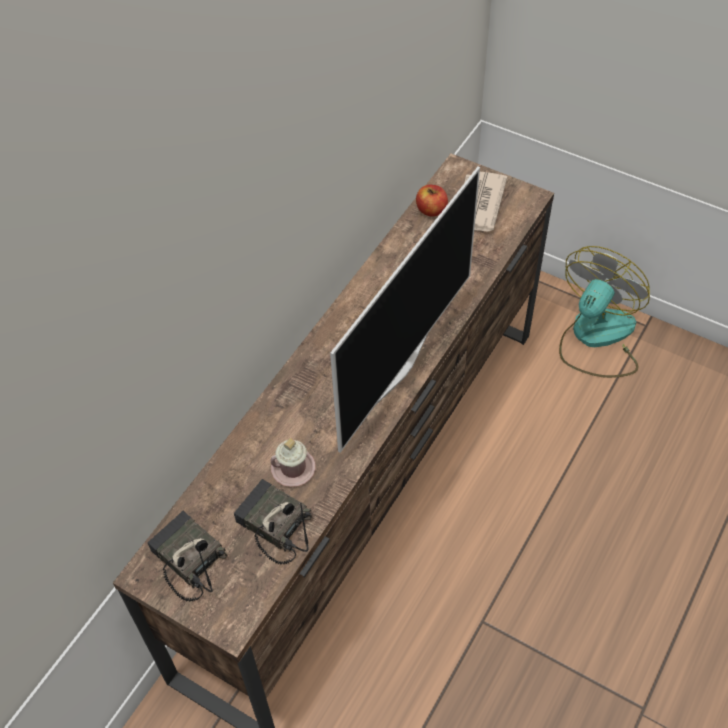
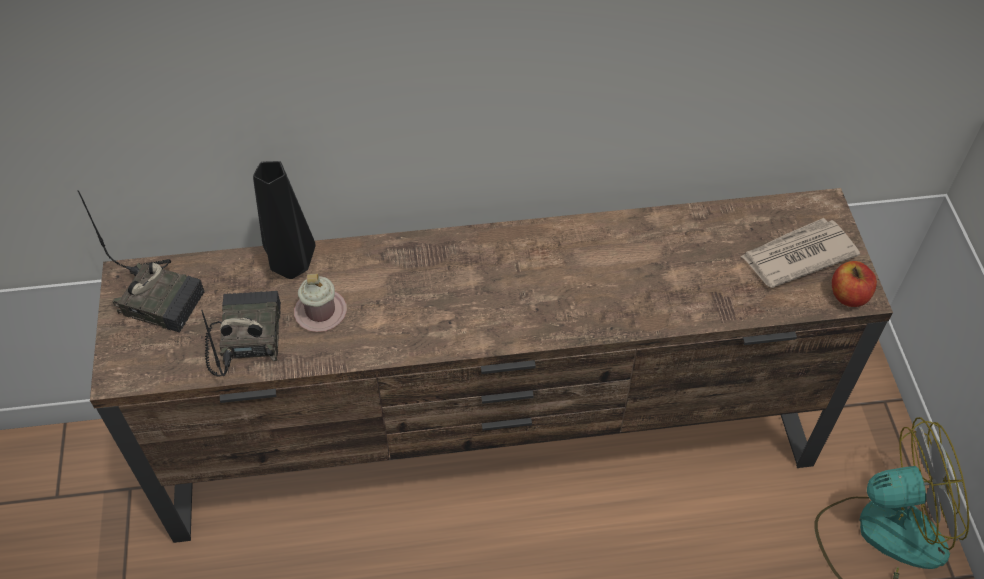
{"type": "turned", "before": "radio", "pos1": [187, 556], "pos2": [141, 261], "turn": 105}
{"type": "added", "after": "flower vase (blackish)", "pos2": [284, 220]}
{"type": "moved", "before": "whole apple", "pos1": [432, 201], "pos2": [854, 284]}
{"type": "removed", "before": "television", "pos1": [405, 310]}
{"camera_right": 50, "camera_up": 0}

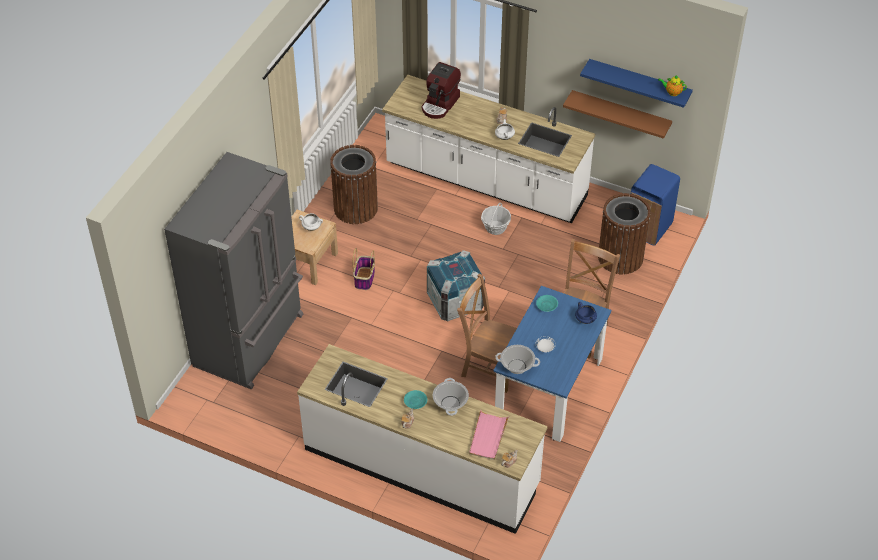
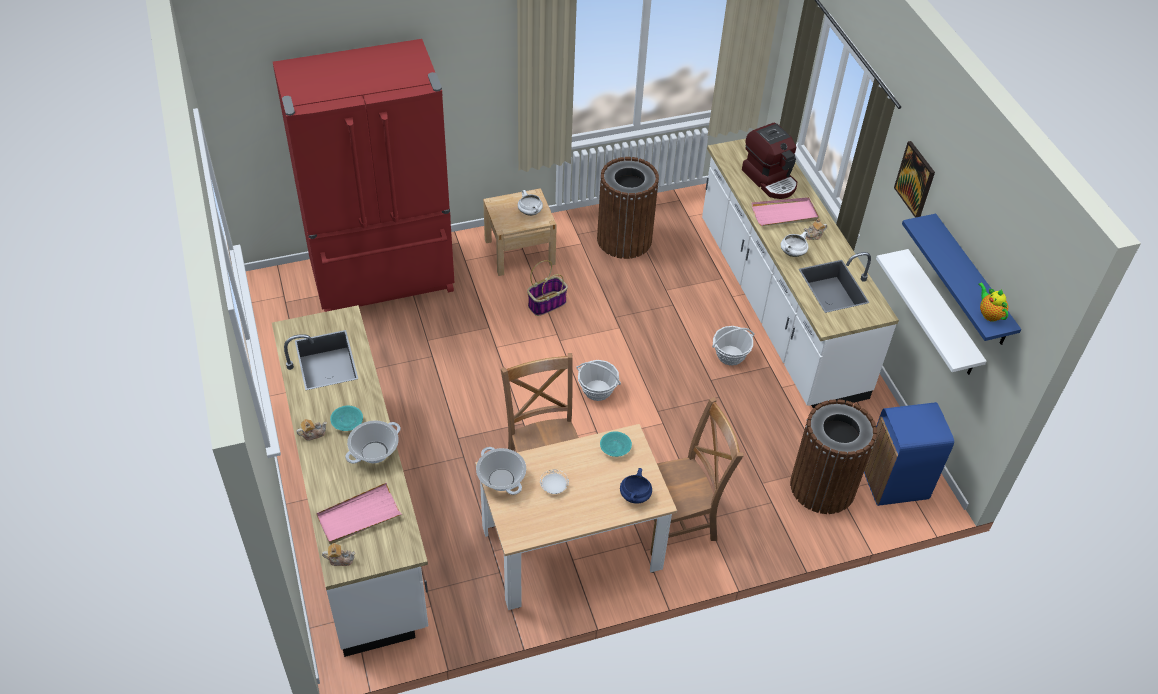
{"type": "recoloured", "before": "fridge (greyish)", "after": "fridge (reddish)", "pos1": [233, 271], "pos2": [364, 175]}
{"type": "recoloured", "before": "dinner table (bluish)", "after": "dinner table (sand-coloured)", "pos1": [552, 364], "pos2": [576, 517]}
{"type": "replaced", "before": "crate", "after": "storage basket", "pos1": [456, 285], "pos2": [599, 380]}
{"type": "turned", "before": "coffee brewer", "pos1": [441, 90], "pos2": [769, 161], "turn": -105}
{"type": "added", "after": "tray (pink-coloured)", "pos2": [785, 211]}
{"type": "recoloured", "before": "bracket shelf (brown-coloured)", "after": "bracket shelf (whitish)", "pos1": [617, 114], "pos2": [931, 312]}
{"type": "added", "after": "wall picture", "pos2": [914, 179]}
{"camera_right": 45, "camera_up": 0}

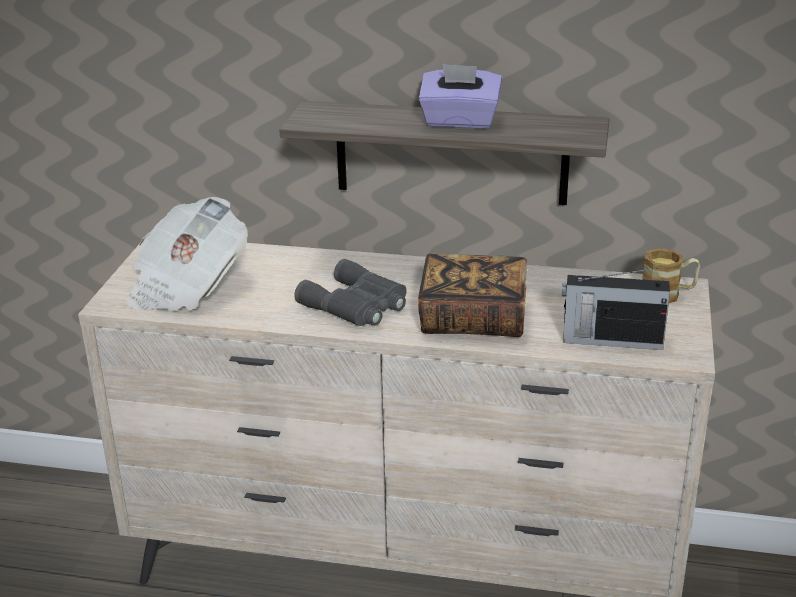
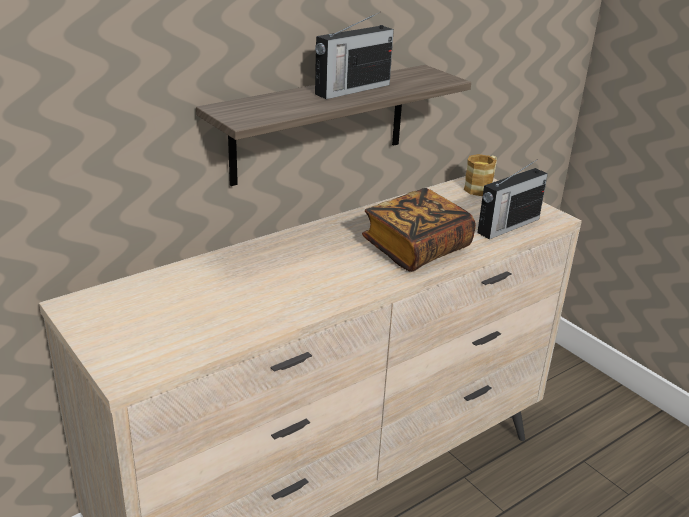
{"type": "replaced", "before": "tissue holder (purple-coloured)", "after": "radio", "pos1": [460, 96], "pos2": [354, 55]}
{"type": "removed", "before": "daily paper", "pos1": [187, 254]}
{"type": "removed", "before": "pair of binoculars (greyish)", "pos1": [350, 292]}
{"camera_right": -50, "camera_up": 0}

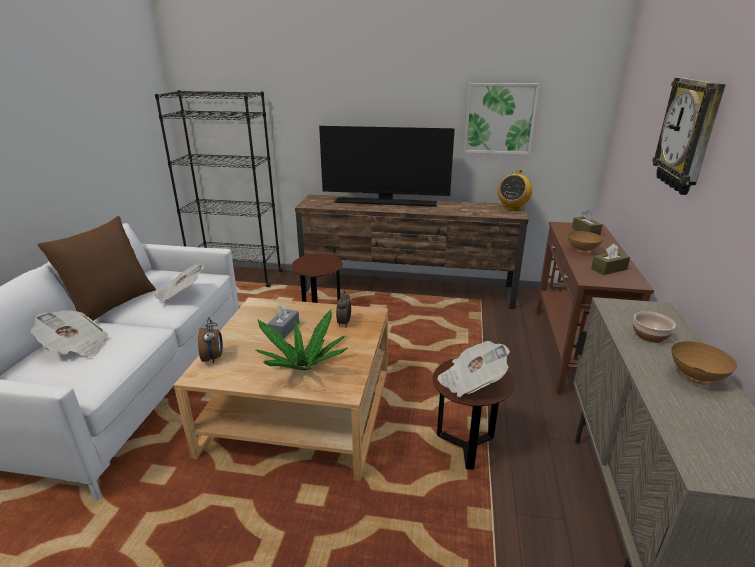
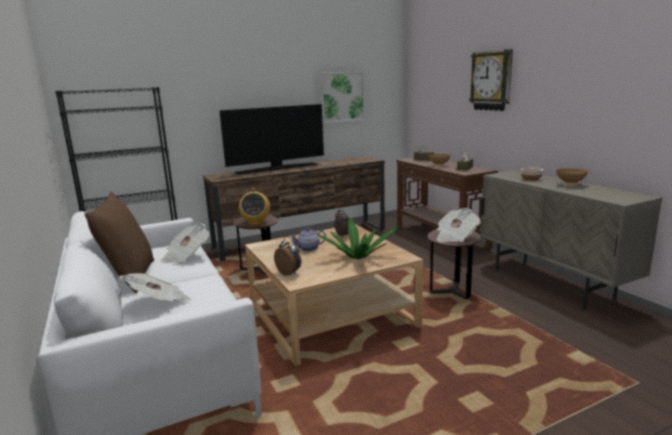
{"type": "moved", "before": "radio", "pos1": [515, 190], "pos2": [254, 206]}
{"type": "replaced", "before": "tissue holder (greyish)", "after": "pot for tea", "pos1": [283, 322], "pos2": [308, 239]}
{"camera_right": -35, "camera_up": -10}

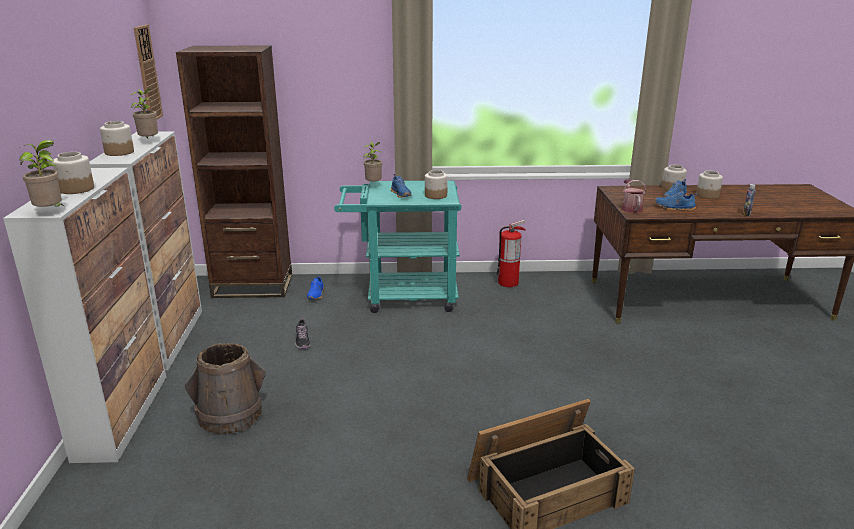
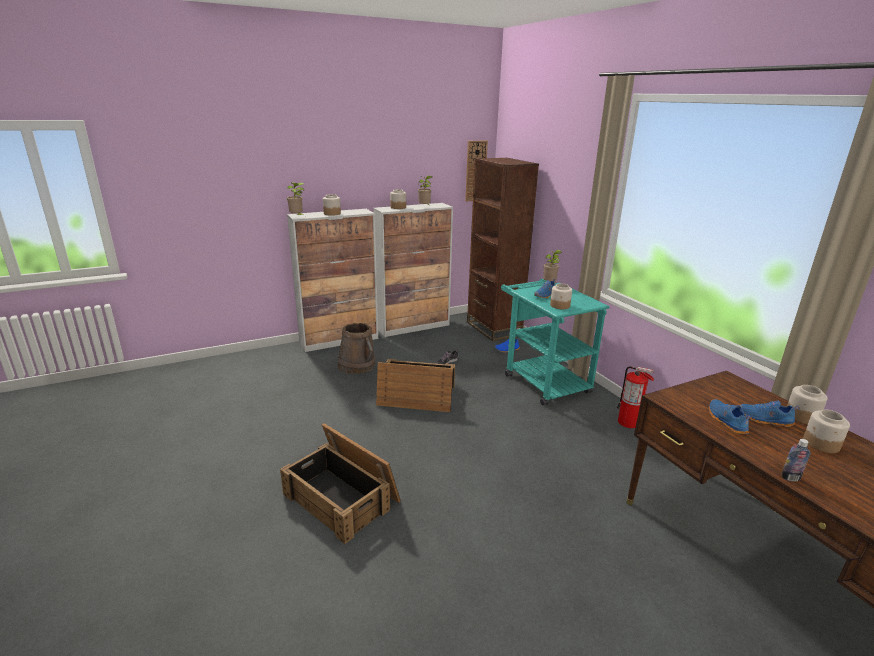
{"type": "added", "after": "crate", "pos2": [415, 385]}
{"type": "removed", "before": "sprinkling can", "pos1": [634, 196]}
{"camera_right": 65, "camera_up": 0}

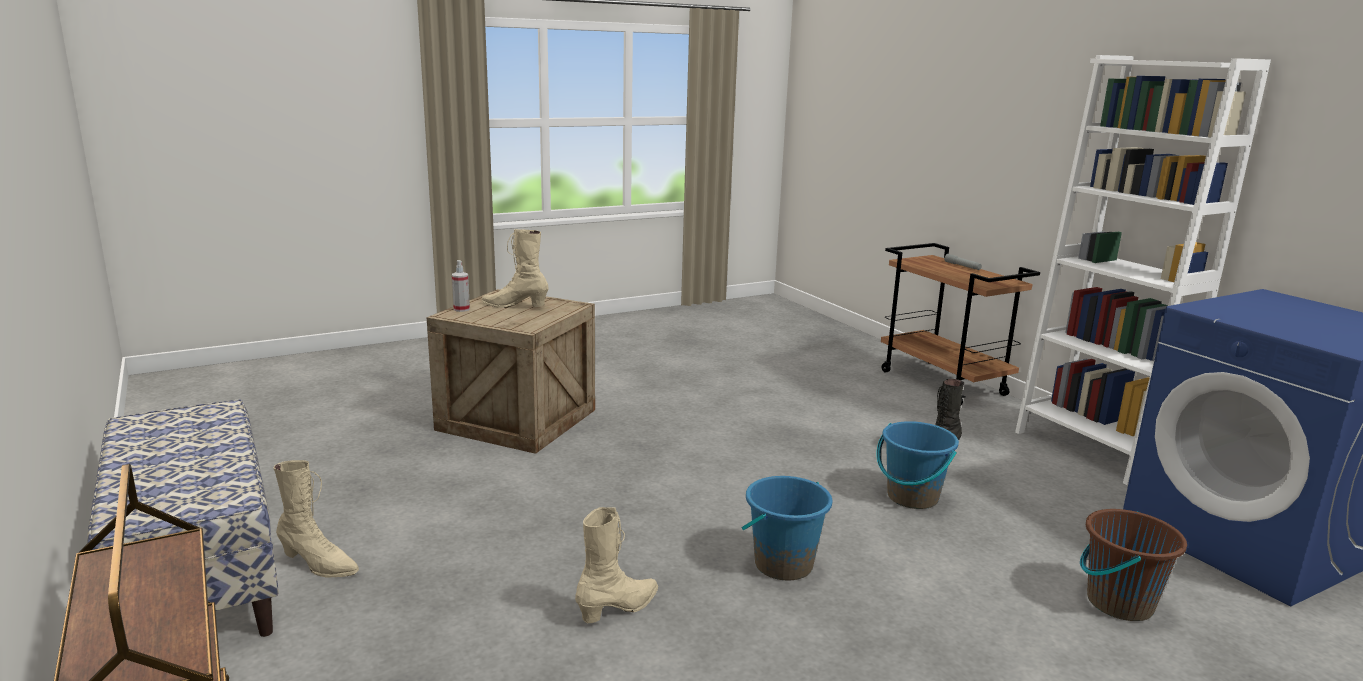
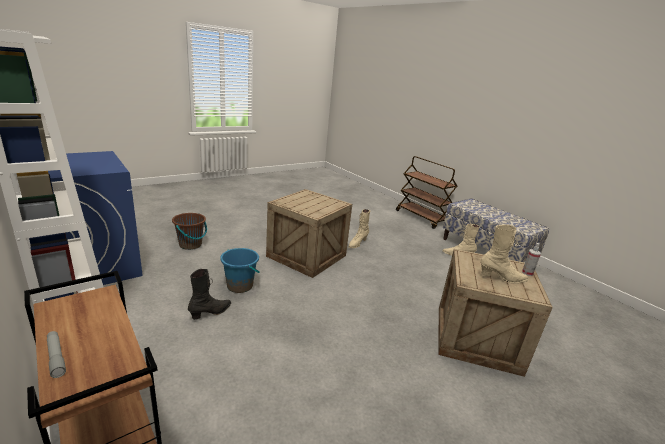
{"type": "replaced", "before": "water bucket (bluish)", "after": "crate", "pos1": [786, 528], "pos2": [309, 233]}
{"camera_right": 170, "camera_up": 5}

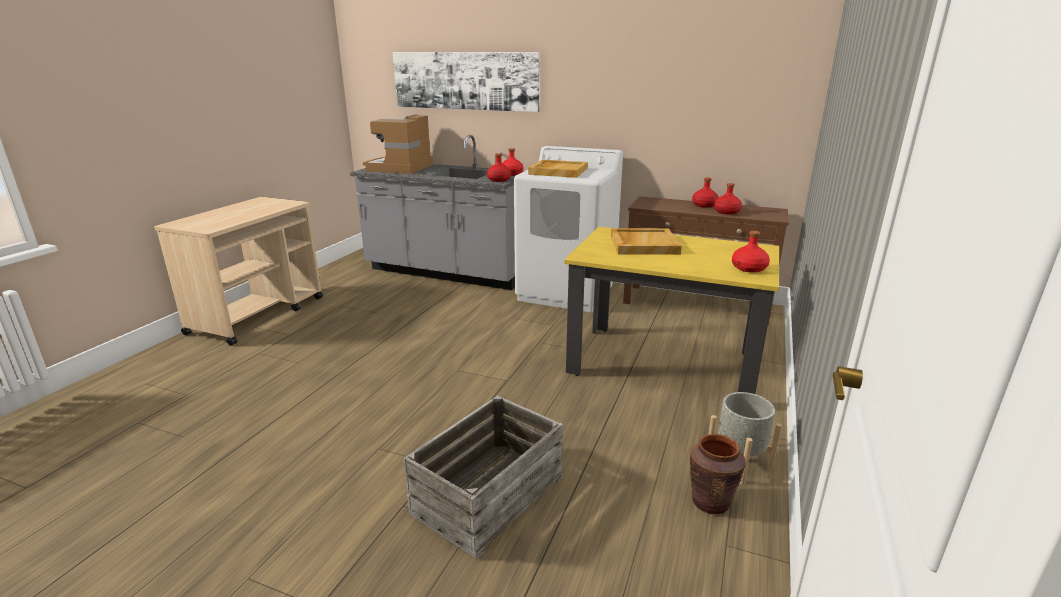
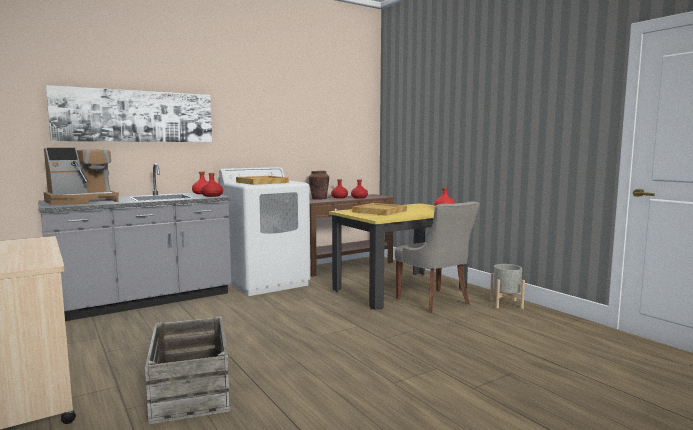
{"type": "turned", "before": "coffee brewer", "pos1": [398, 144], "pos2": [81, 176], "turn": -90}
{"type": "moved", "before": "crate", "pos1": [483, 477], "pos2": [188, 371]}
{"type": "moved", "before": "flower vase (brown-coloured)", "pos1": [718, 474], "pos2": [318, 185]}
{"type": "added", "after": "upright chair (greyish)", "pos2": [437, 257]}
{"camera_right": -55, "camera_up": -15}

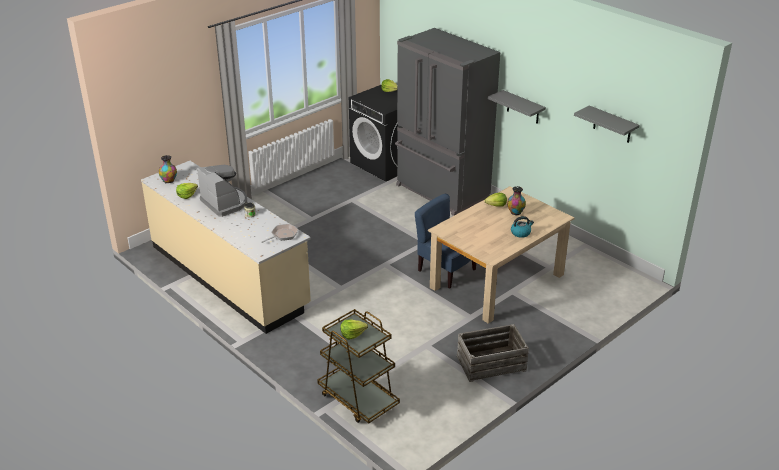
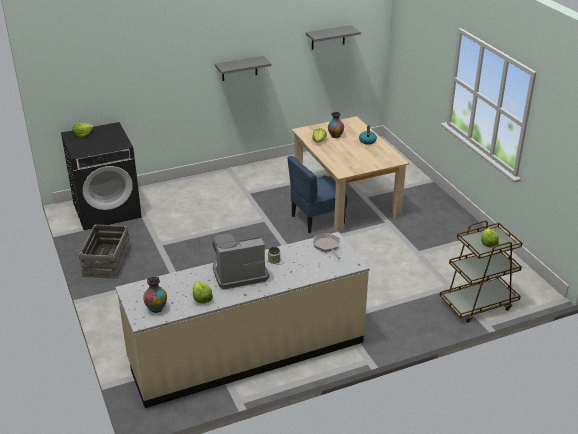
{"type": "moved", "before": "crate", "pos1": [493, 353], "pos2": [105, 251]}
{"type": "removed", "before": "fridge (greyish)", "pos1": [447, 122]}
{"camera_right": -70, "camera_up": 0}

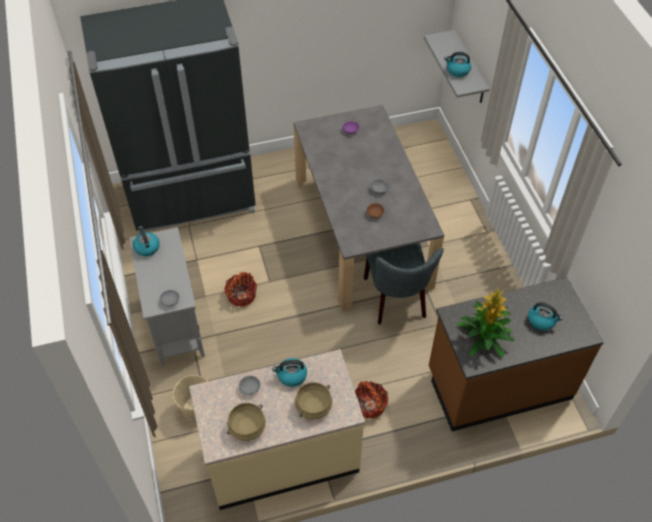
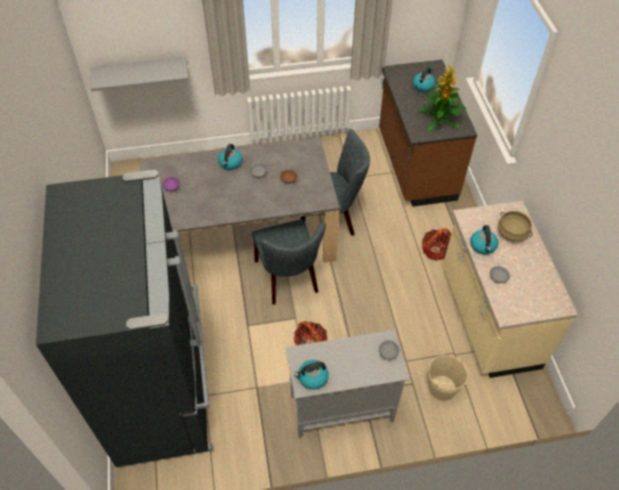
{"type": "moved", "before": "kettle", "pos1": [457, 64], "pos2": [230, 157]}
{"type": "added", "after": "upright chair (greyish)", "pos2": [289, 262]}
{"type": "removed", "before": "cooking pot (sand-coloured)", "pos1": [246, 422]}
{"camera_right": -85, "camera_up": 0}

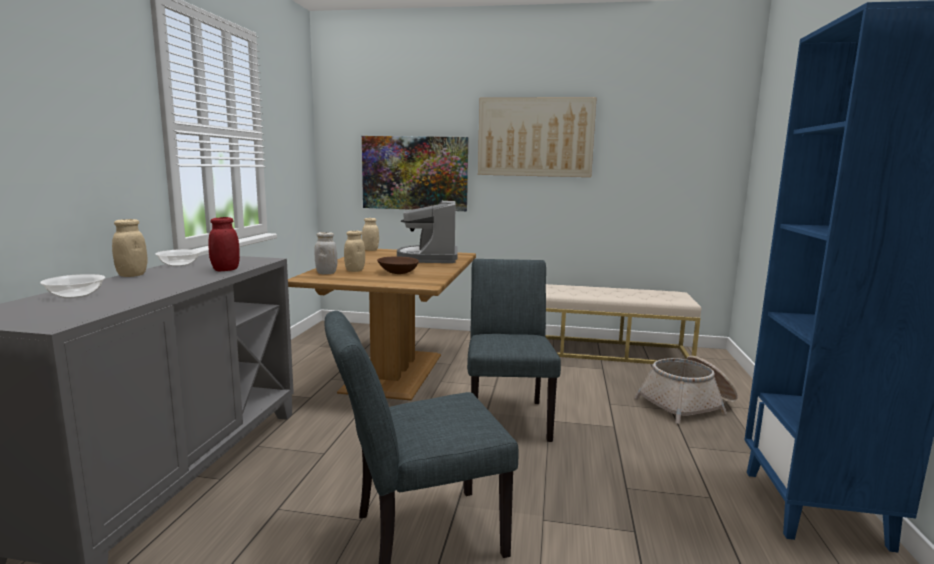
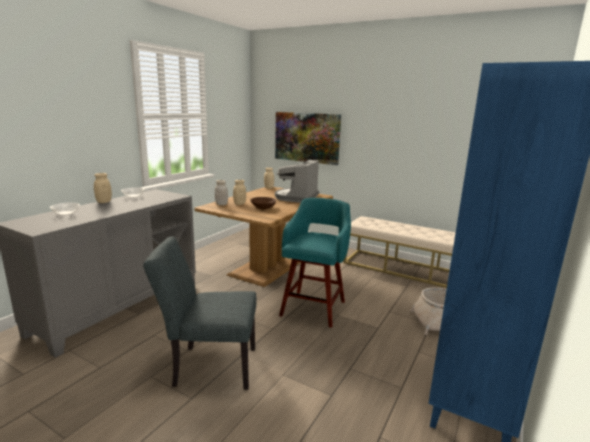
{"type": "replaced", "before": "upright chair (greyish)", "after": "stool seat (turquoise)", "pos1": [514, 350], "pos2": [315, 263]}
{"type": "removed", "before": "storage jar (reddish)", "pos1": [224, 244]}
{"type": "removed", "before": "wall picture", "pos1": [537, 137]}
{"camera_right": 20, "camera_up": 5}

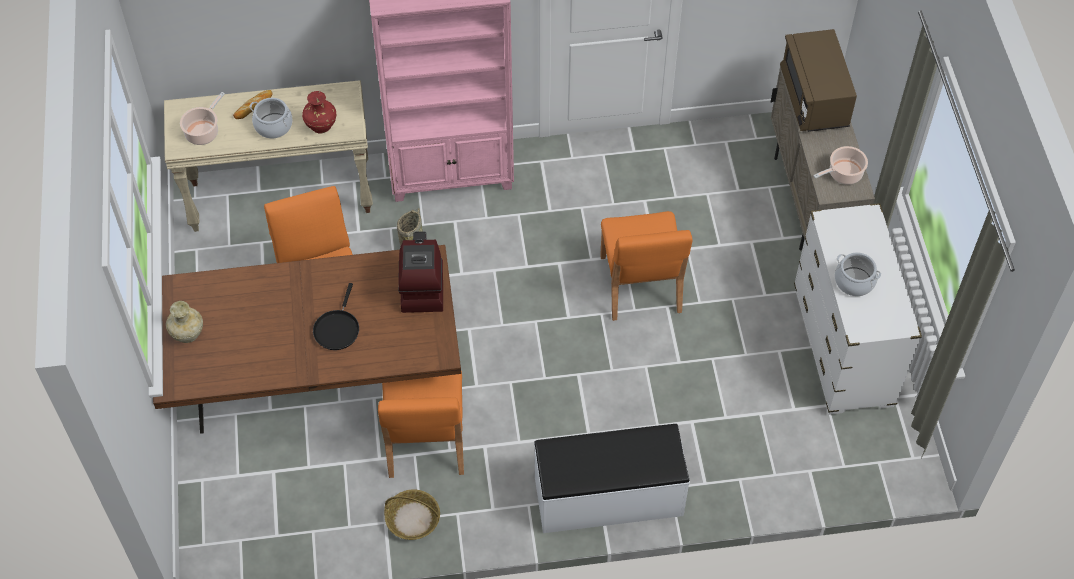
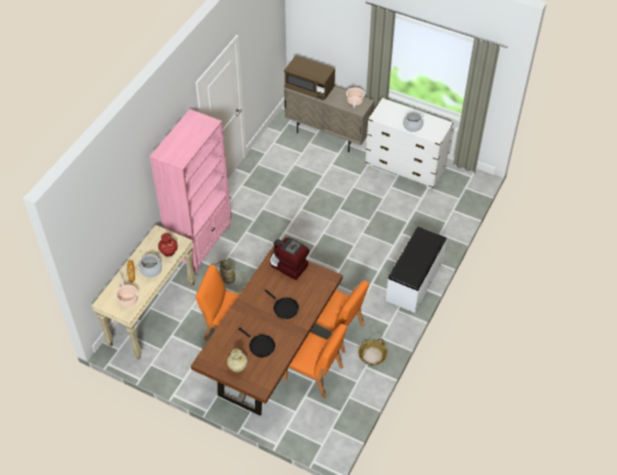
{"type": "added", "after": "pan (blackish)", "pos2": [256, 342]}
{"type": "moved", "before": "upright chair (orange)", "pos1": [646, 266], "pos2": [315, 361]}
{"camera_right": -55, "camera_up": -5}

